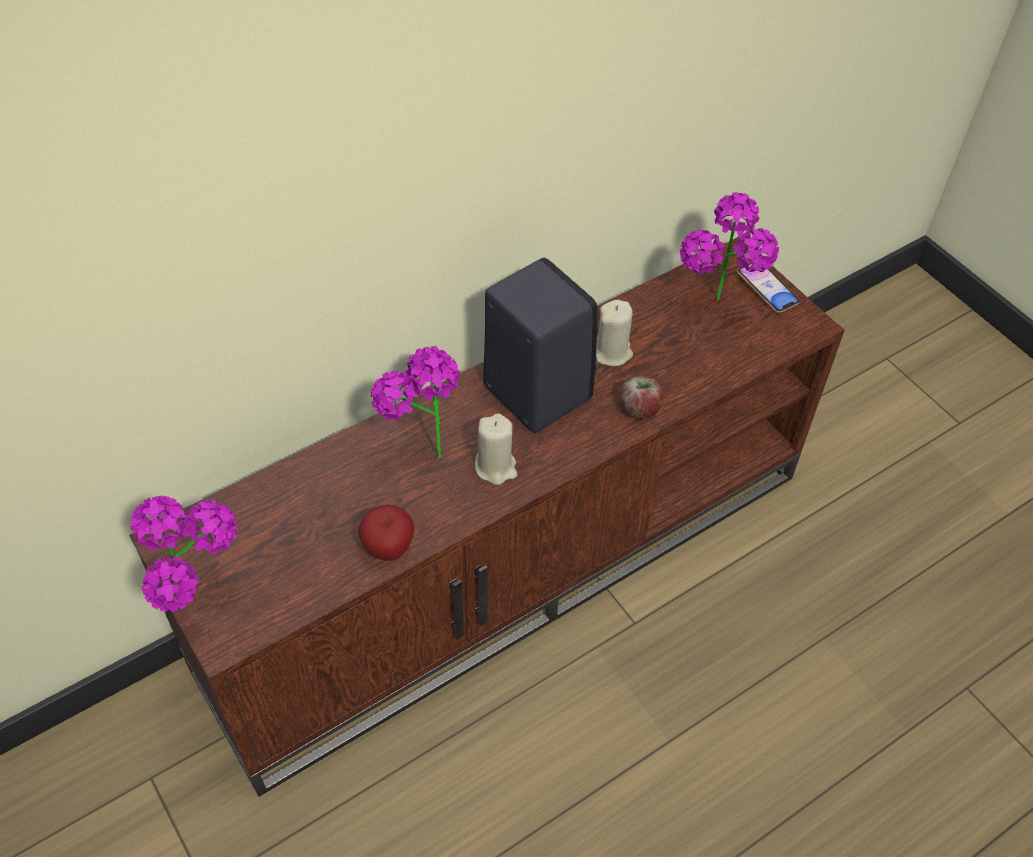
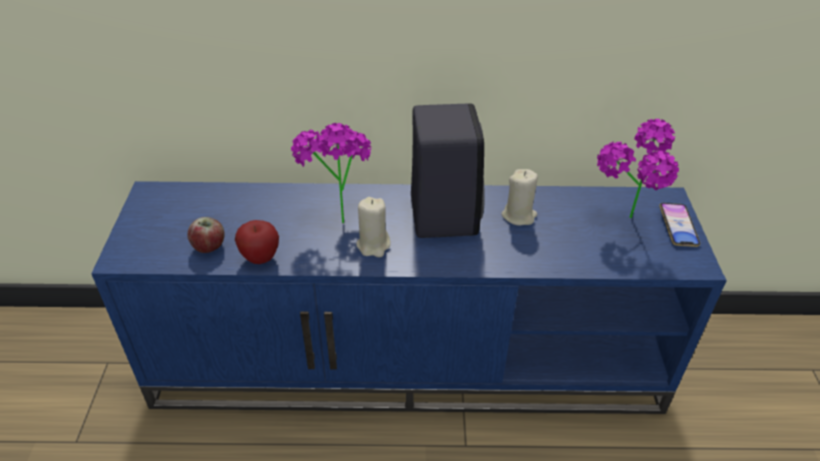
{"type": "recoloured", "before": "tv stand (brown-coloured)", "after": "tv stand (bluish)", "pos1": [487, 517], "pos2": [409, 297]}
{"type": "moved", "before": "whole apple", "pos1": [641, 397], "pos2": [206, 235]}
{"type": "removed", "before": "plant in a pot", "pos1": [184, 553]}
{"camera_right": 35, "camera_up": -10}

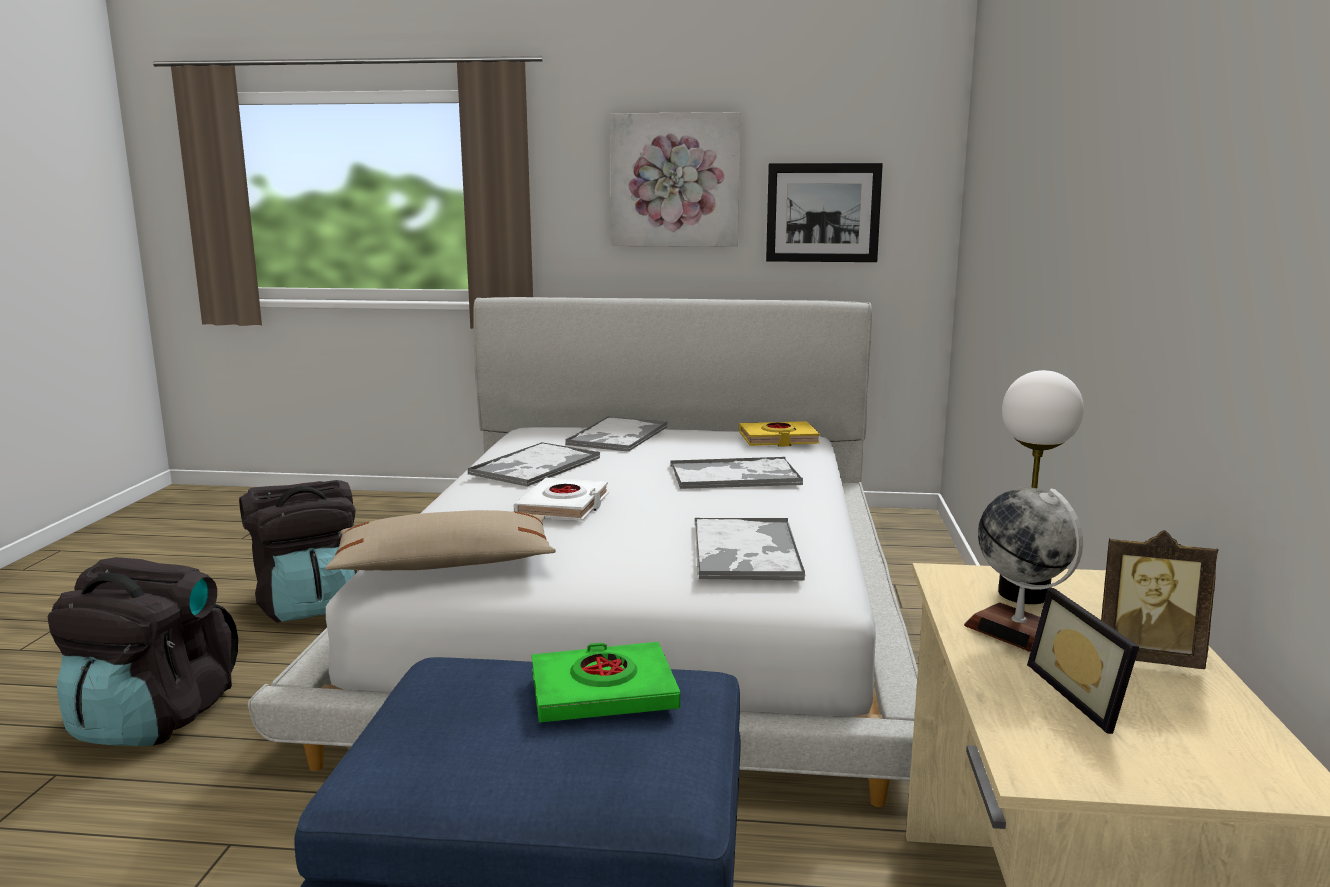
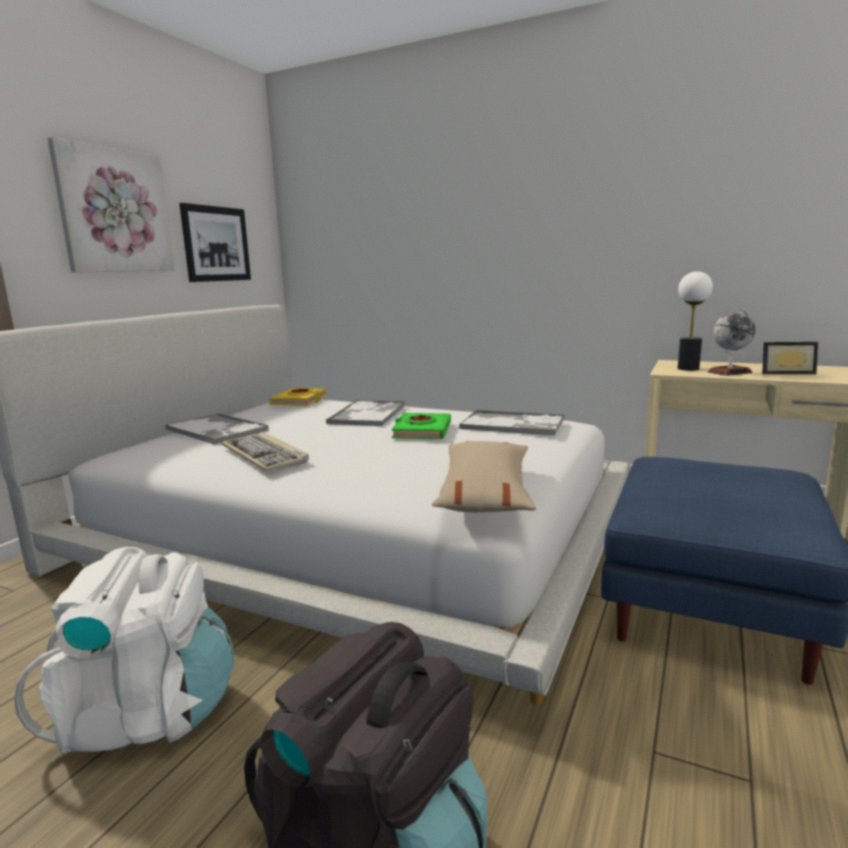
{"type": "recoloured", "before": "rucksack (blackish)", "after": "rucksack (whitish)", "pos1": [298, 551], "pos2": [124, 650]}
{"type": "replaced", "before": "tray", "after": "keyboard", "pos1": [534, 464], "pos2": [265, 452]}
{"type": "moved", "before": "bound book (green)", "pos1": [606, 682], "pos2": [421, 426]}
{"type": "removed", "before": "bound book (whitish)", "pos1": [561, 499]}
{"type": "removed", "before": "standing frame", "pos1": [1159, 599]}
{"camera_right": -70, "camera_up": 0}

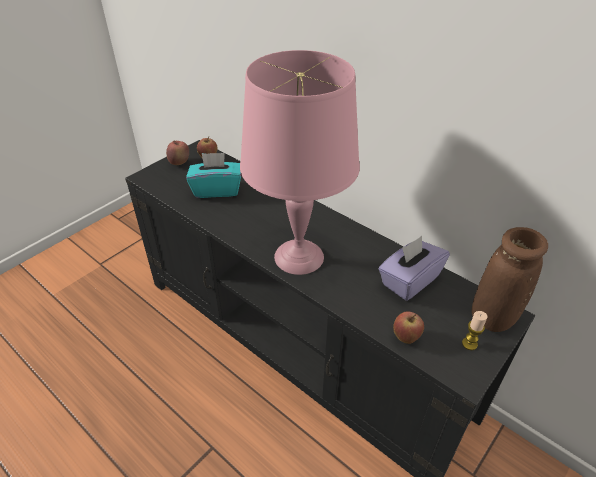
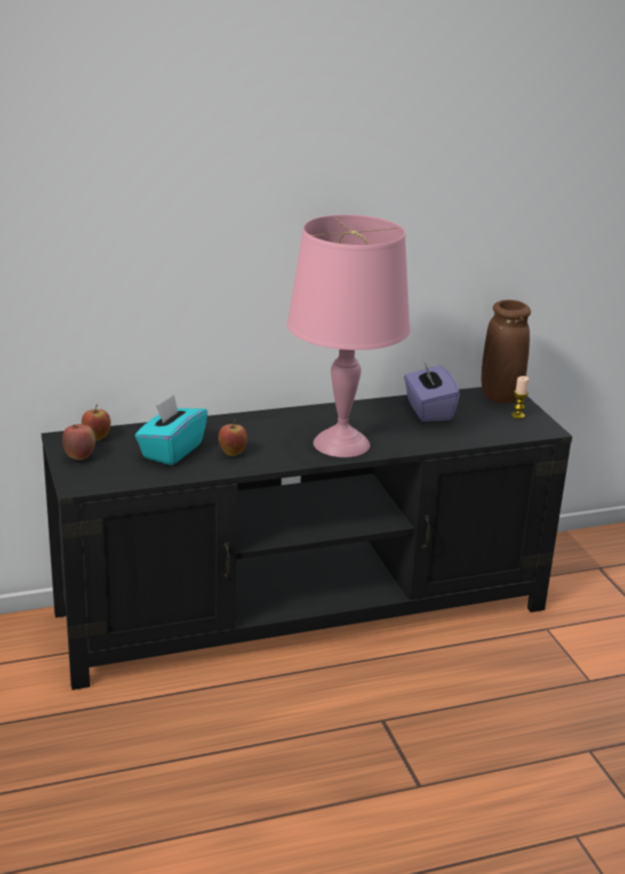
{"type": "moved", "before": "whole apple", "pos1": [408, 327], "pos2": [232, 438]}
{"camera_right": -60, "camera_up": -15}

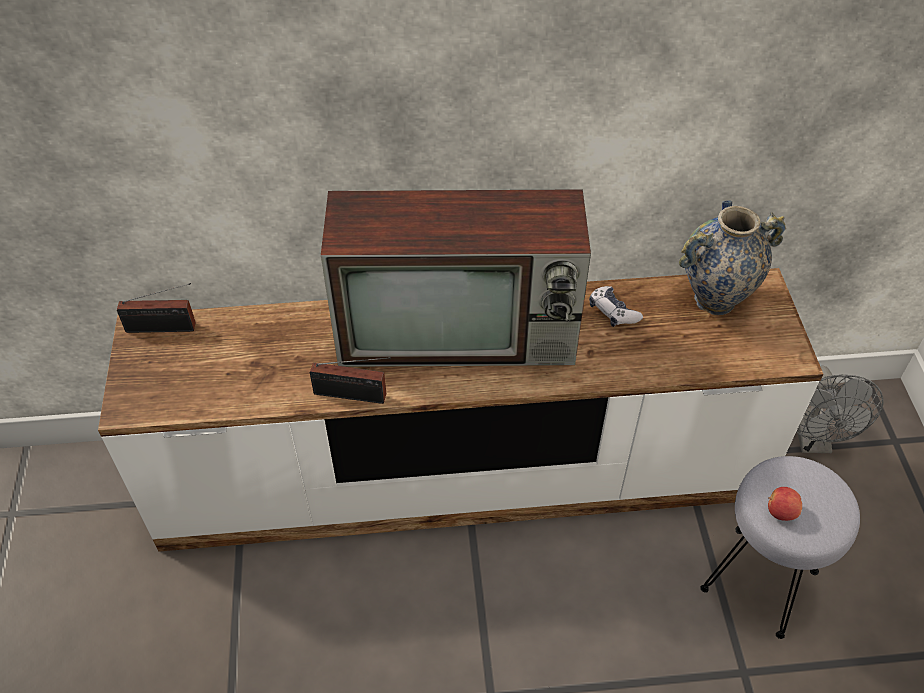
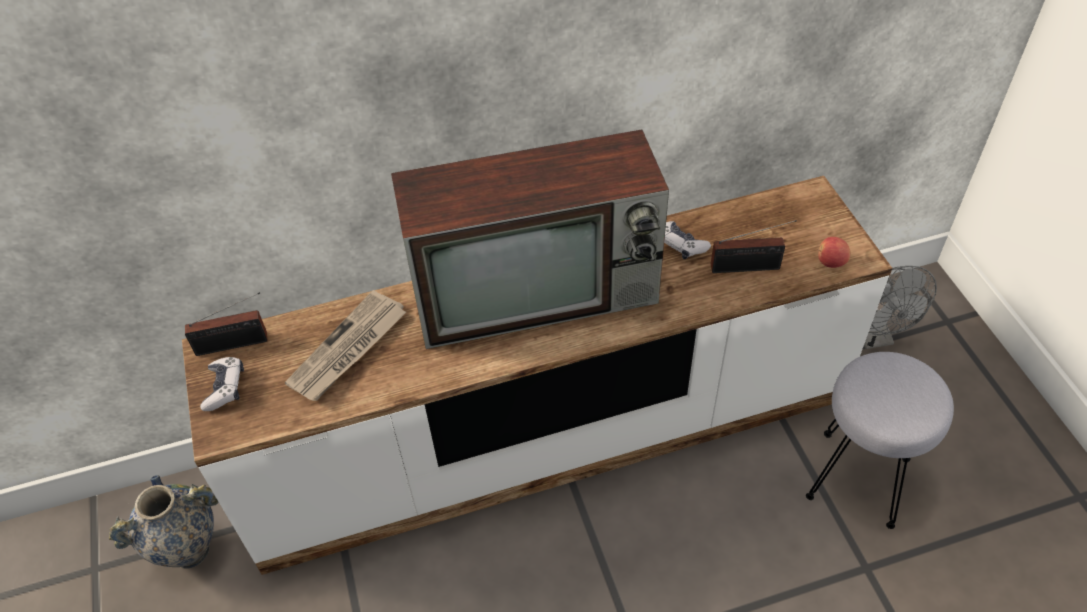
{"type": "moved", "before": "flower vase", "pos1": [732, 257], "pos2": [164, 522]}
{"type": "added", "after": "joypad", "pos2": [222, 384]}
{"type": "added", "after": "daily paper", "pos2": [345, 345]}
{"type": "moved", "before": "radio", "pos1": [350, 380], "pos2": [754, 246]}
{"type": "moved", "before": "whole apple", "pos1": [785, 504], "pos2": [834, 252]}
{"camera_right": -10, "camera_up": 0}

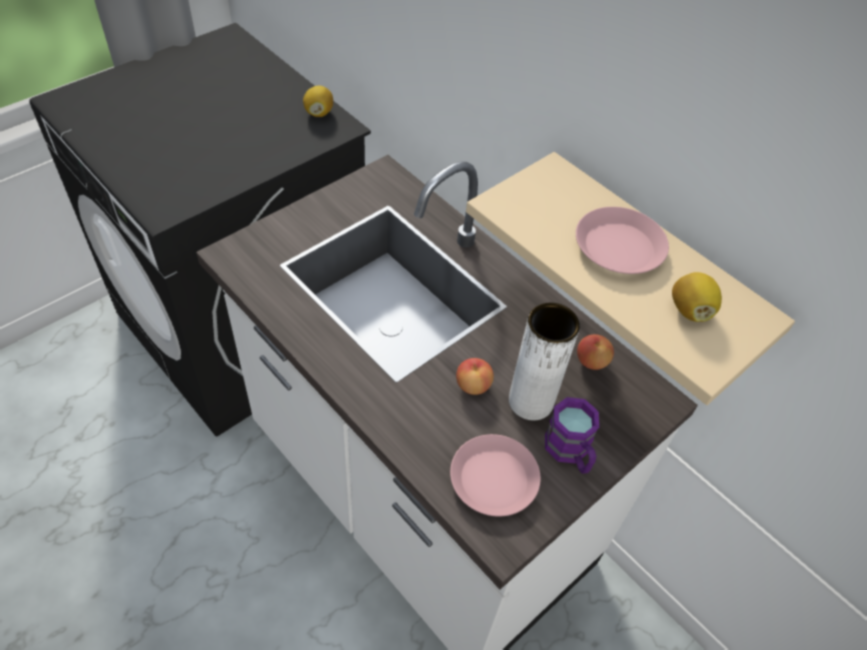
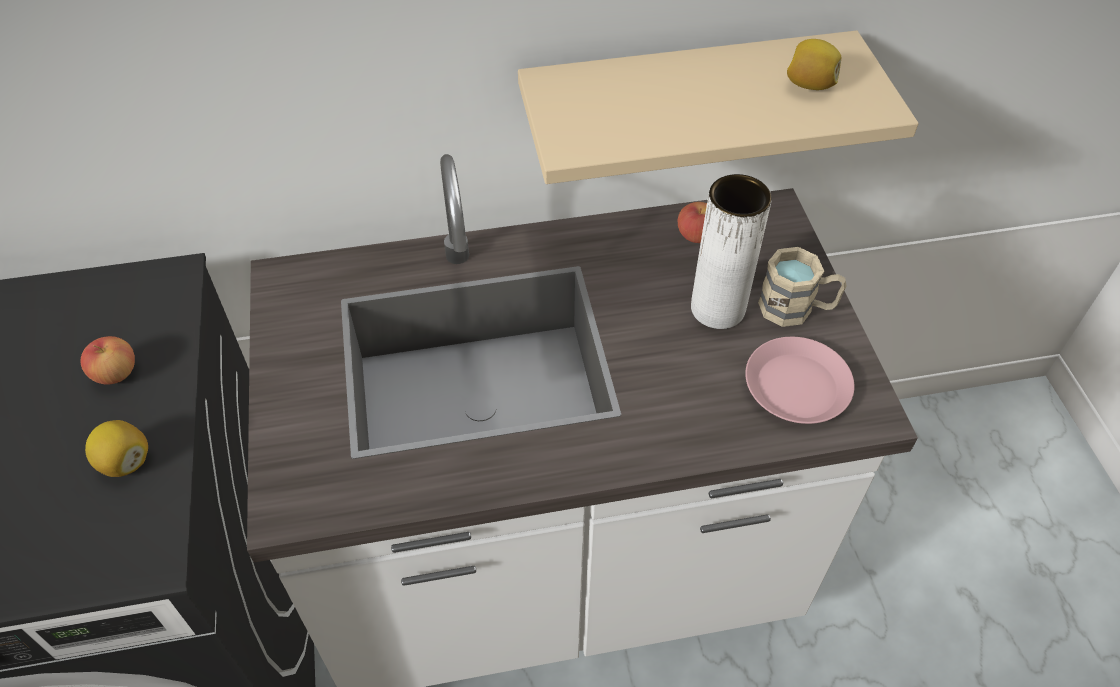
{"type": "moved", "before": "whole apple", "pos1": [475, 376], "pos2": [108, 360]}
{"type": "moved", "before": "citrus fruit", "pos1": [318, 101], "pos2": [116, 448]}
{"type": "recoloured", "before": "coffee mug (purple-coloured)", "after": "coffee mug (sand-coloured)", "pos1": [572, 435], "pos2": [802, 287]}
{"type": "removed", "before": "flat dish (pink-coloured)", "pos1": [622, 240]}
{"camera_right": -55, "camera_up": 0}

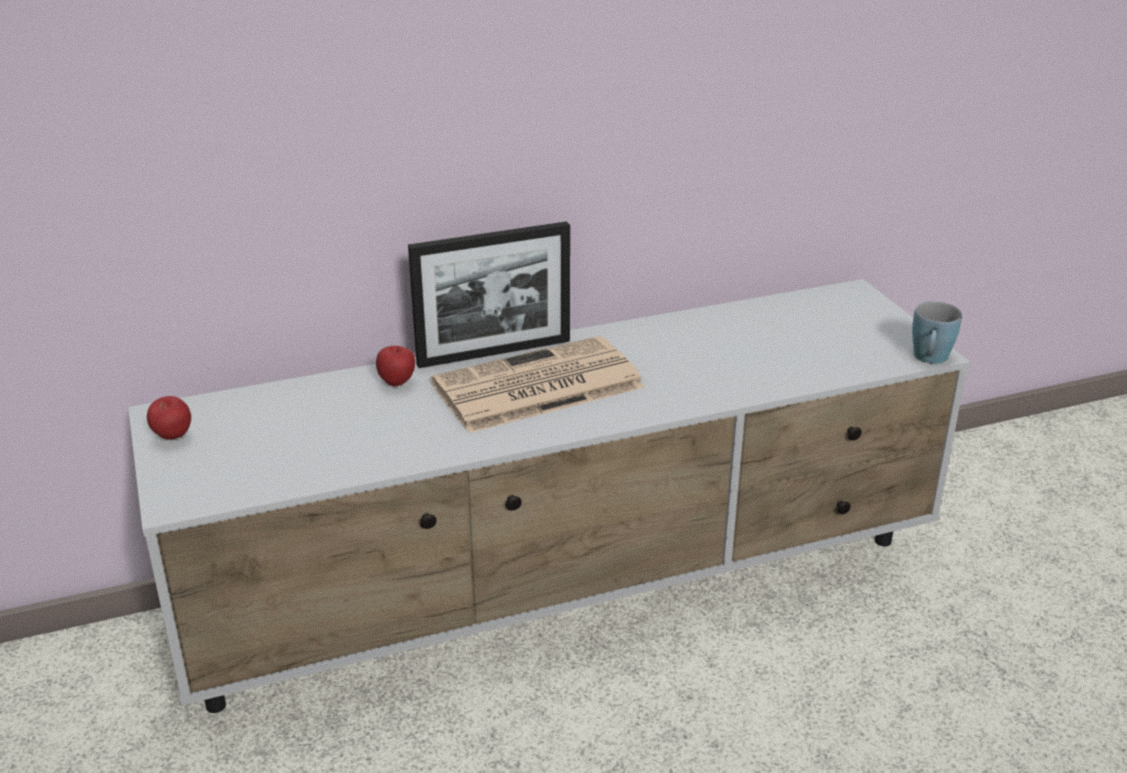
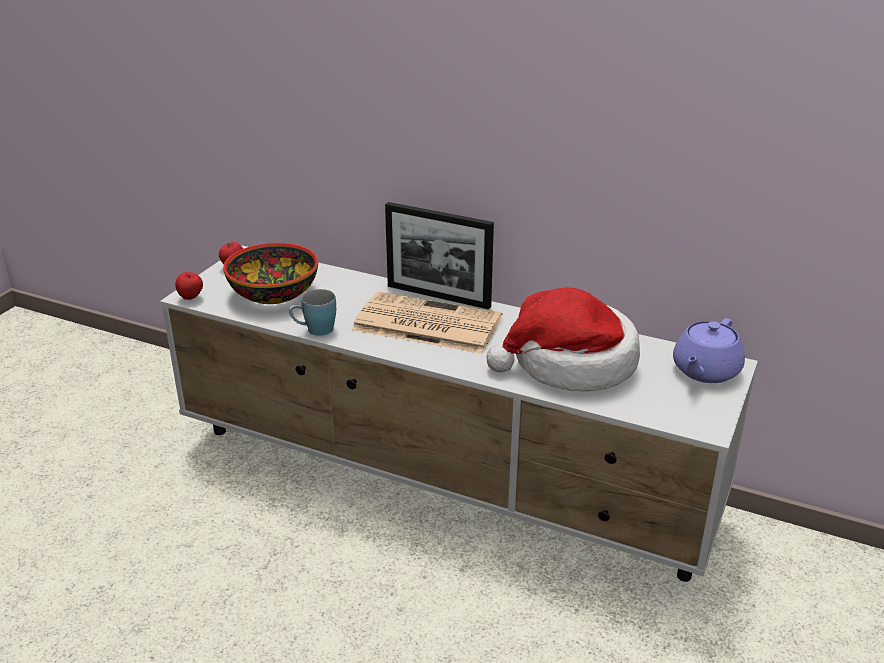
{"type": "moved", "before": "whole apple", "pos1": [395, 366], "pos2": [189, 286]}
{"type": "added", "after": "deep dish", "pos2": [270, 273]}
{"type": "moved", "before": "coffee mug (bluish)", "pos1": [937, 332], "pos2": [312, 312]}
{"type": "added", "after": "wearable hat", "pos2": [563, 339]}
{"type": "added", "after": "pot for tea (purple-coloured)", "pos2": [709, 350]}
{"camera_right": 45, "camera_up": 0}

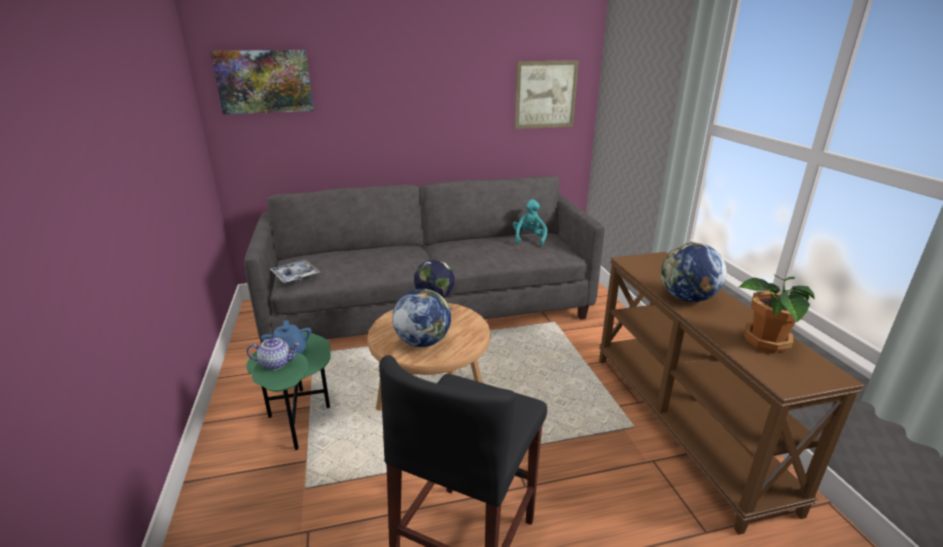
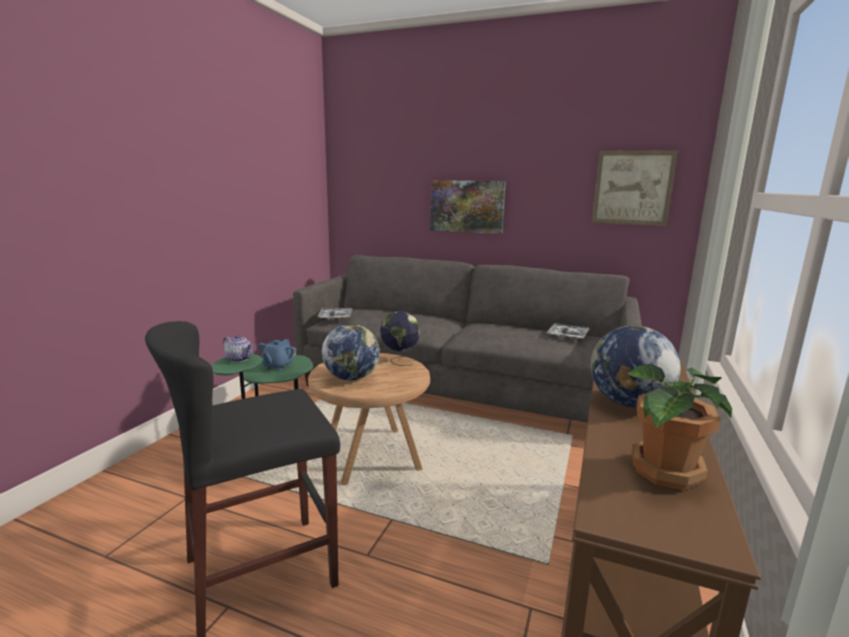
{"type": "moved", "before": "wall picture", "pos1": [262, 82], "pos2": [468, 207]}
{"type": "replaced", "before": "cuddly toy (turquoise)", "after": "tray", "pos1": [530, 222], "pos2": [568, 331]}
{"camera_right": 35, "camera_up": -10}

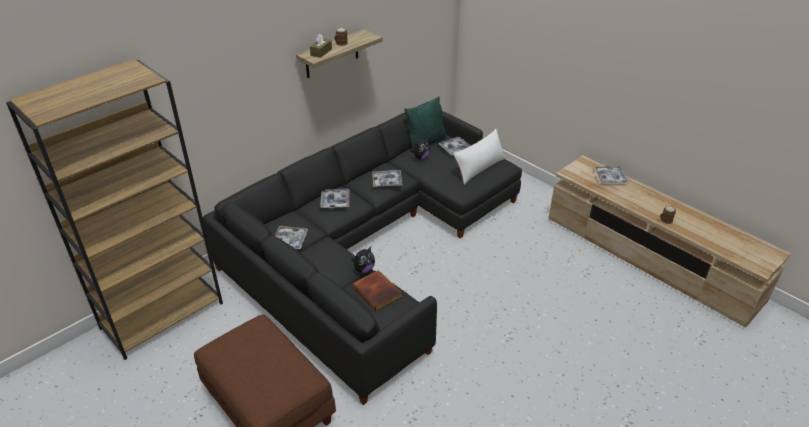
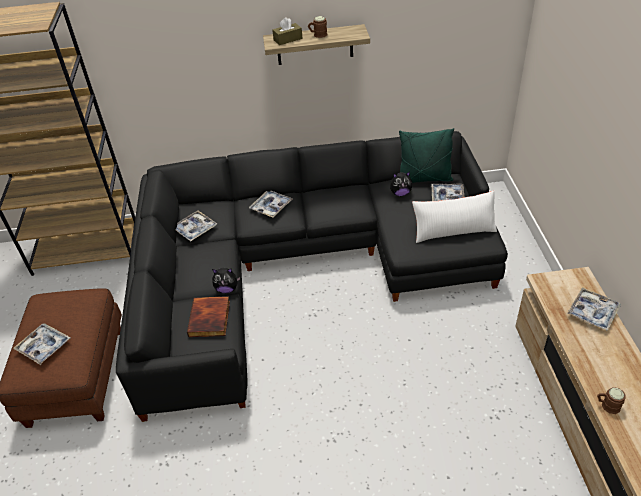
{"type": "moved", "before": "tray", "pos1": [387, 178], "pos2": [41, 344]}
{"camera_right": 40, "camera_up": 5}

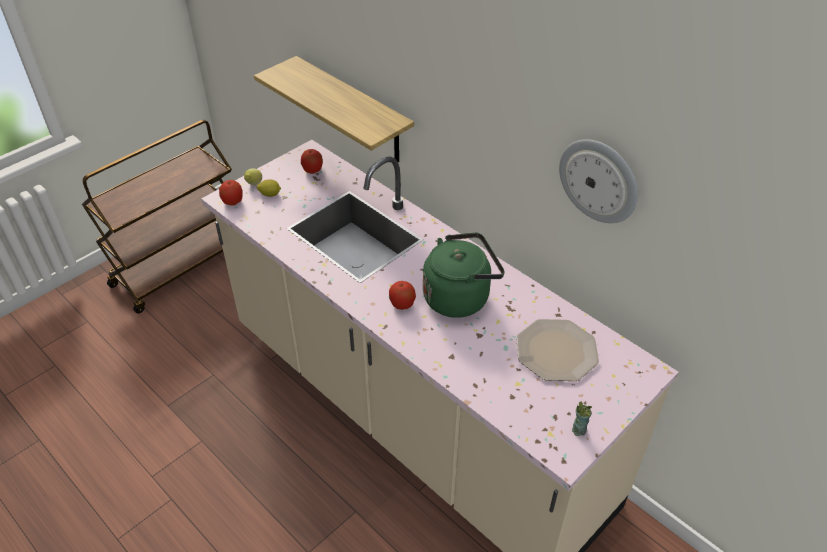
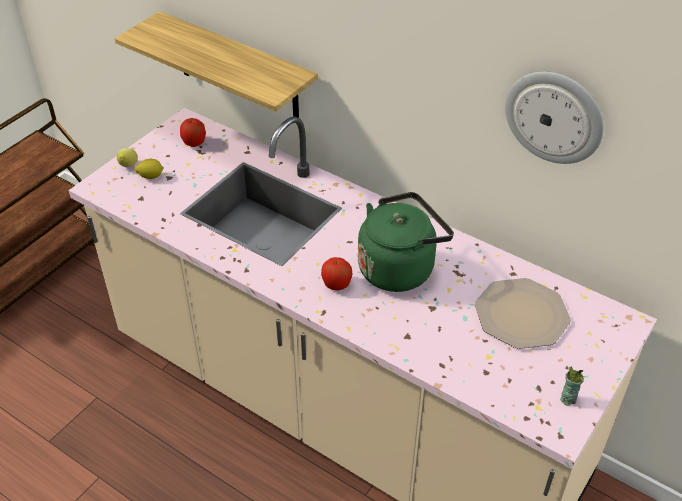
{"type": "removed", "before": "whole apple", "pos1": [231, 192]}
{"camera_right": -10, "camera_up": 0}

